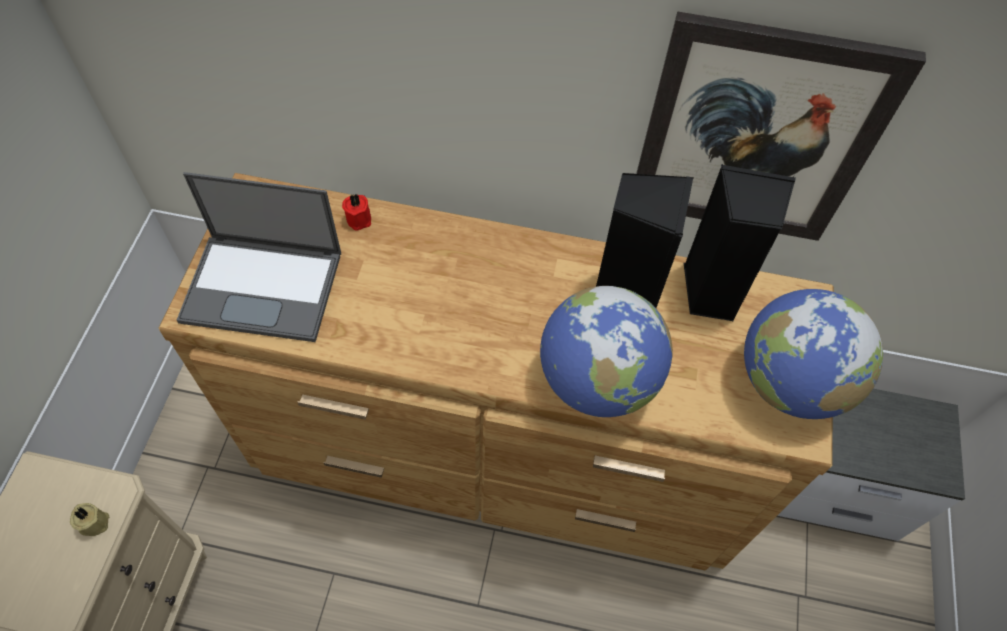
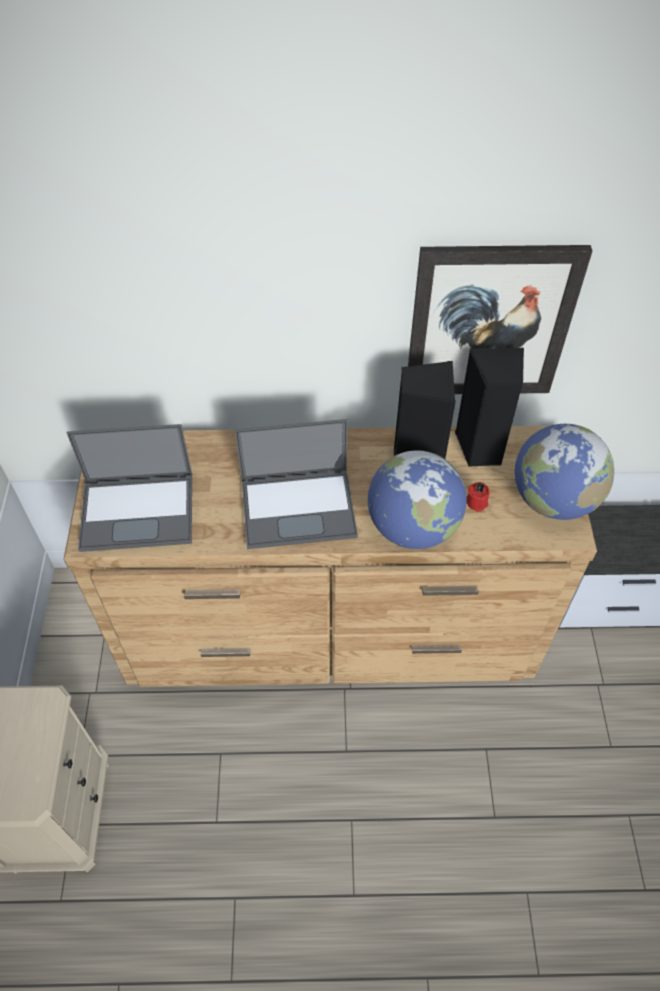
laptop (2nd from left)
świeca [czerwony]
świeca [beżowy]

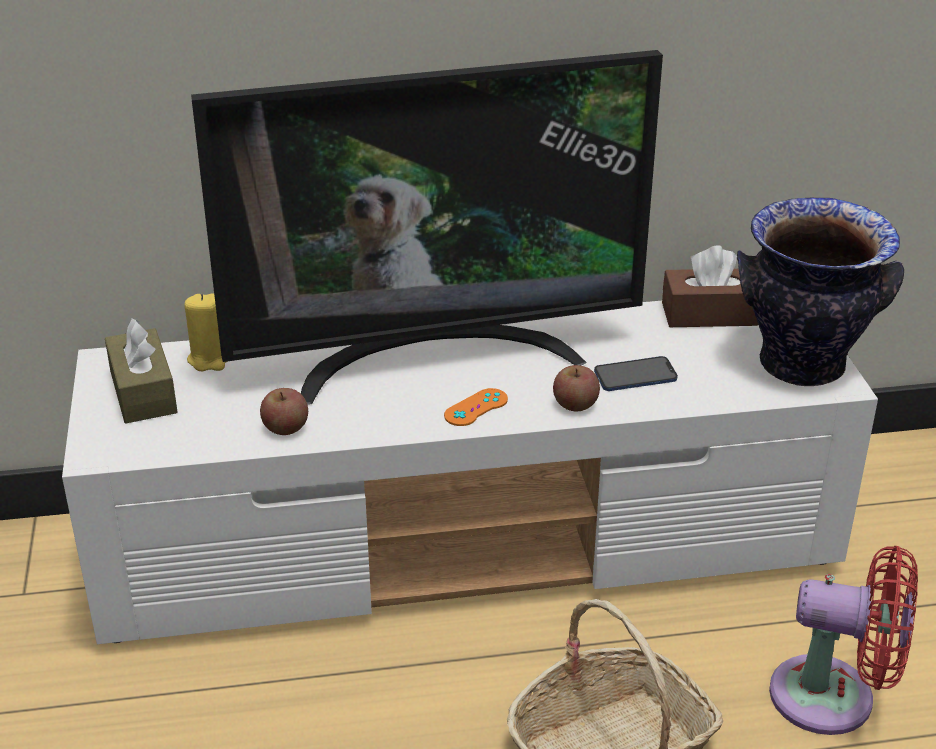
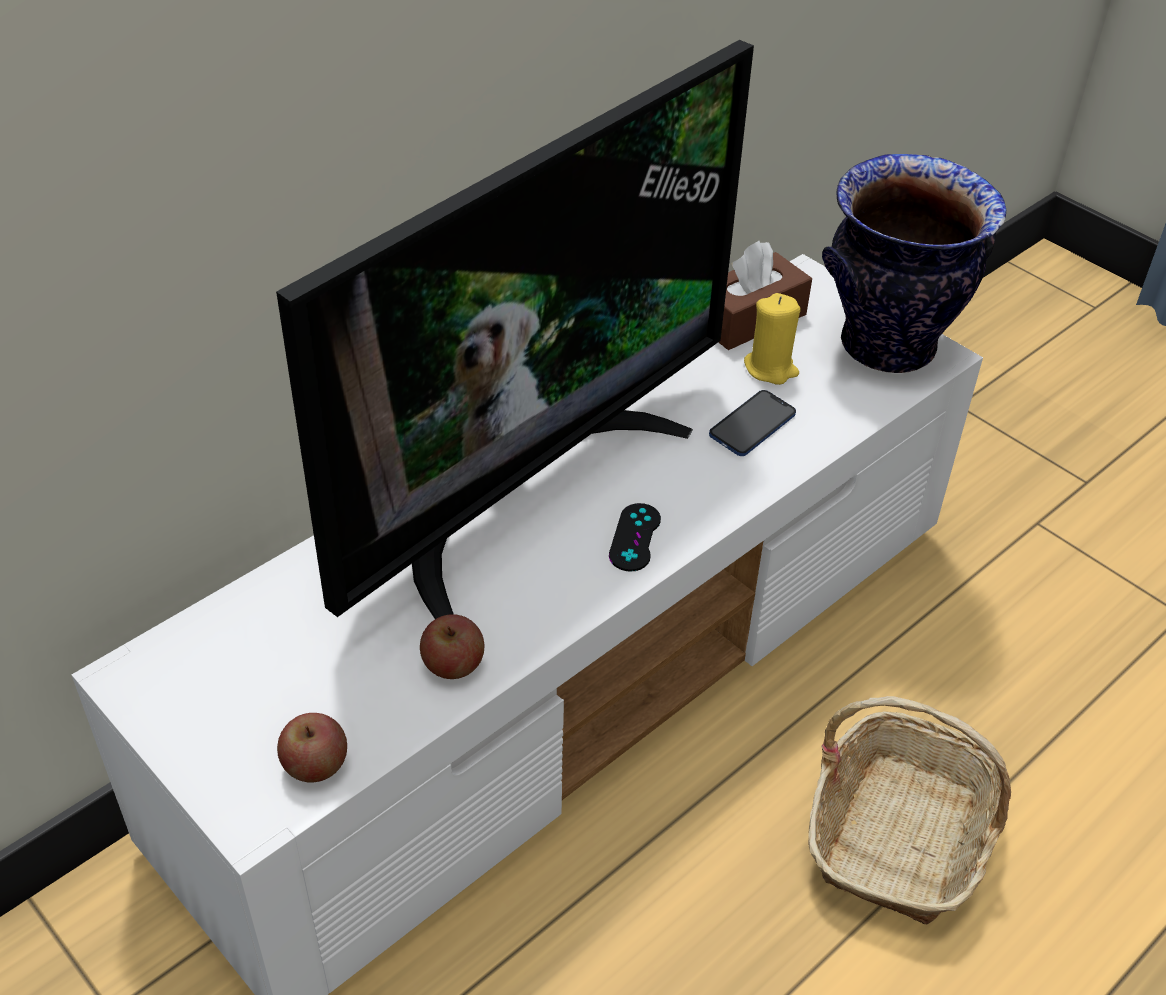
jabłko (1st from left)
pad do gier [czarny]
świeca [żółty]
pudełko chusteczek [brązowy] (1st from left in the first image)
wentylator [czerwony]

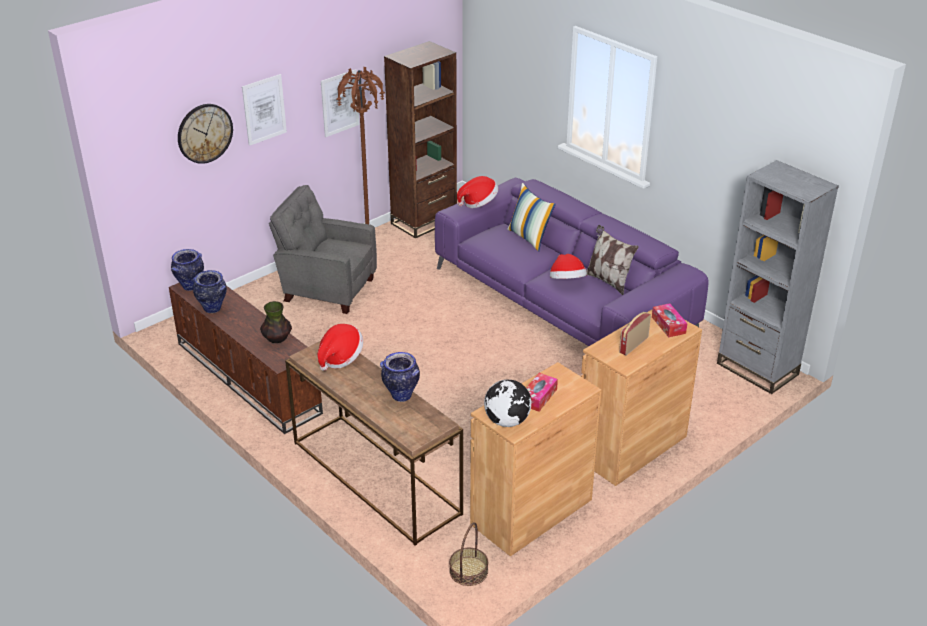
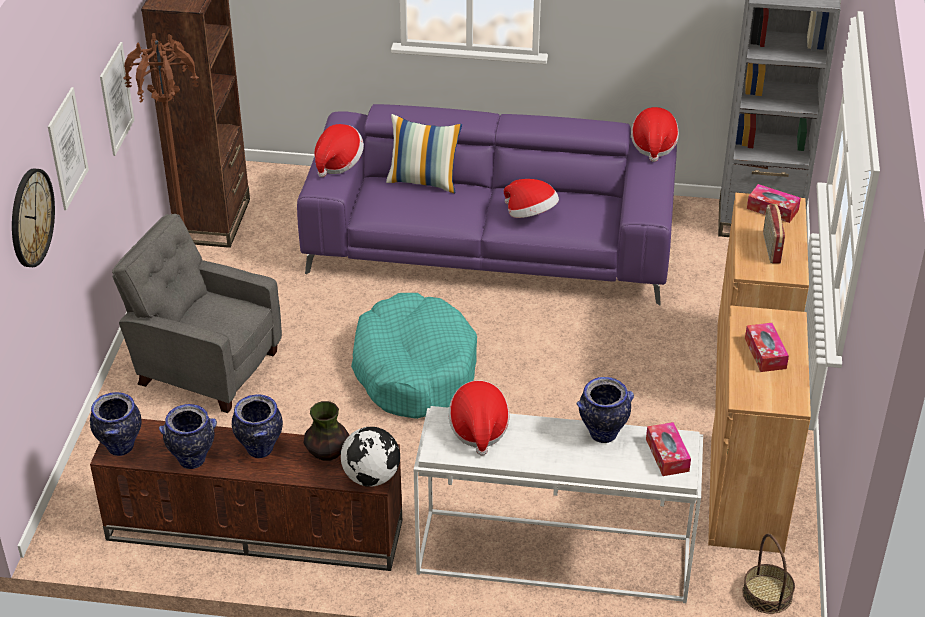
fotel [szary]
wazon (3rd from left)
globus
legowisko [turkusowy]
stolik konsolowy [biały]
kapelusz (4th from left)
pudełko chusteczek (1st from left)
poduszka (2nd from left in the first image)

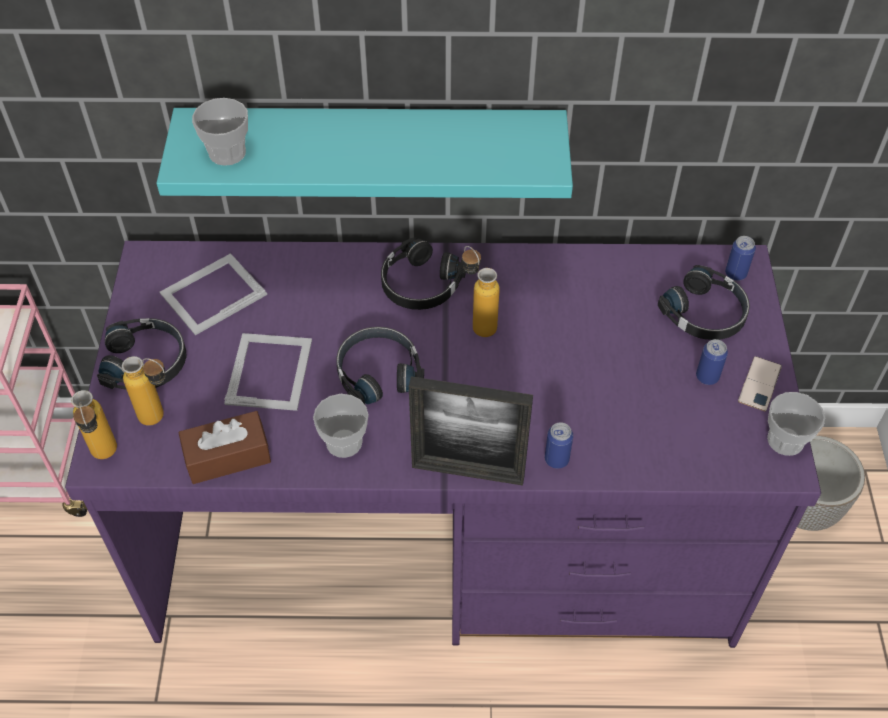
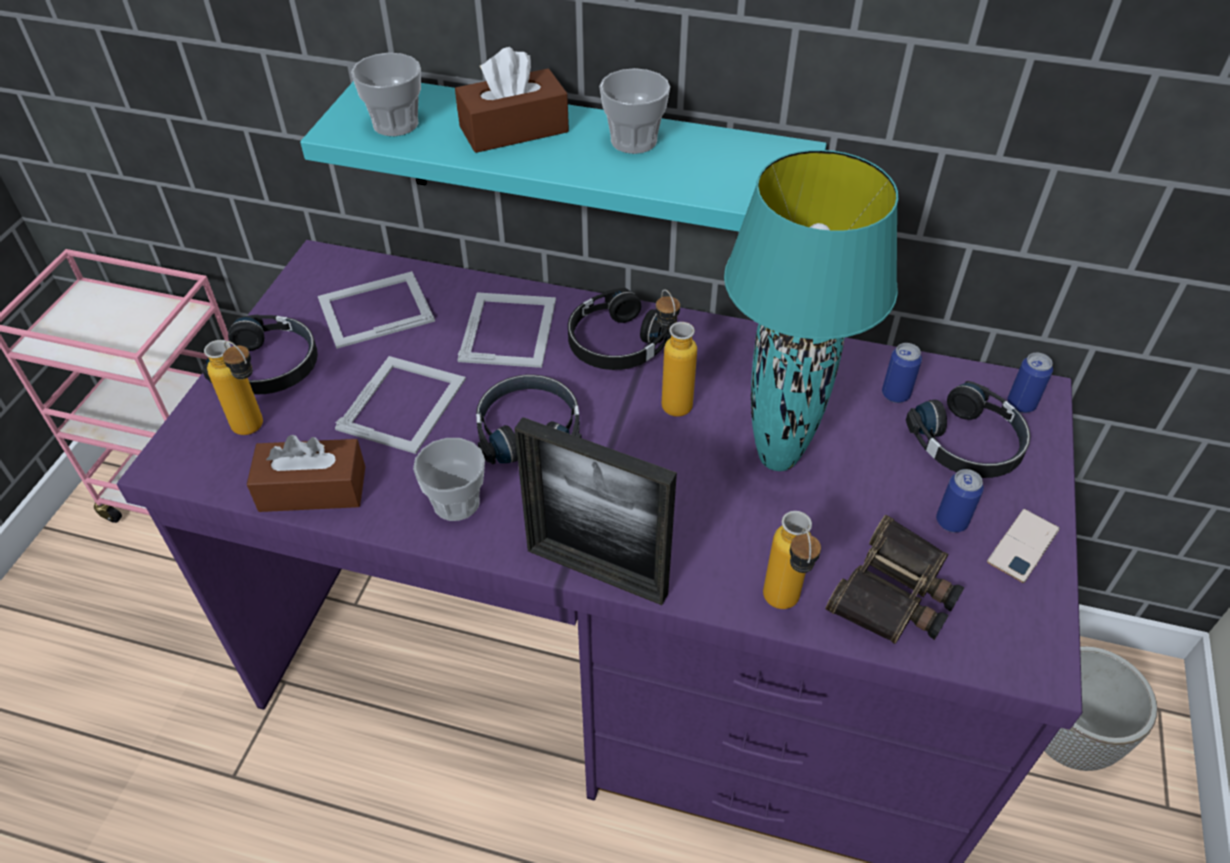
pudełko chusteczek [brązowy] (2nd from left)
ramka na zdjęcie (3rd from left)
filiżanka (3rd from left)
lampa stołowa [turkusowy]
butelka (3rd from left)
lornetka
puszka (1st from left)

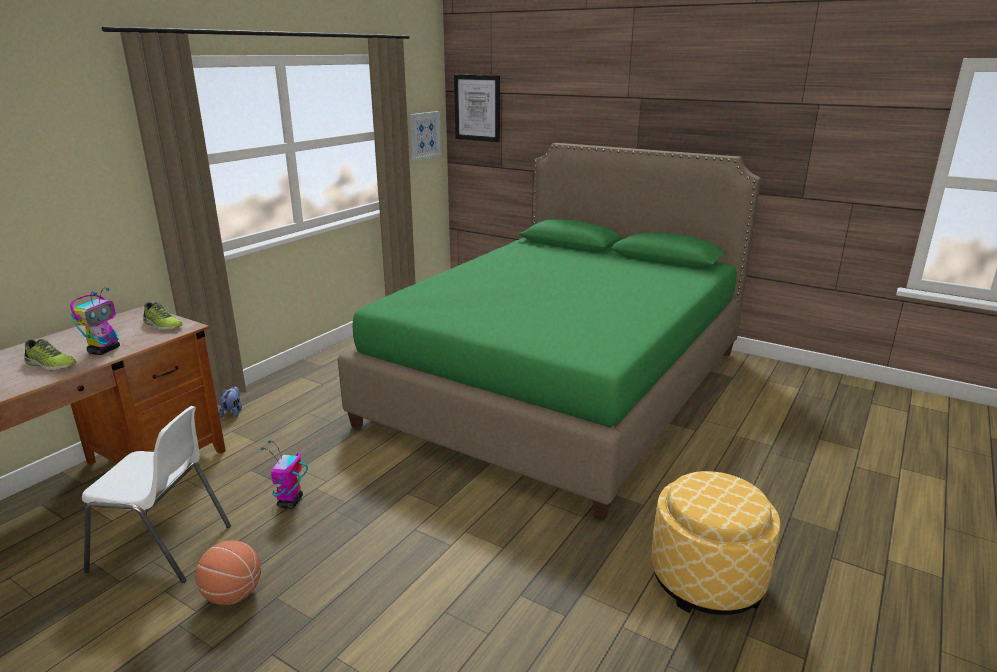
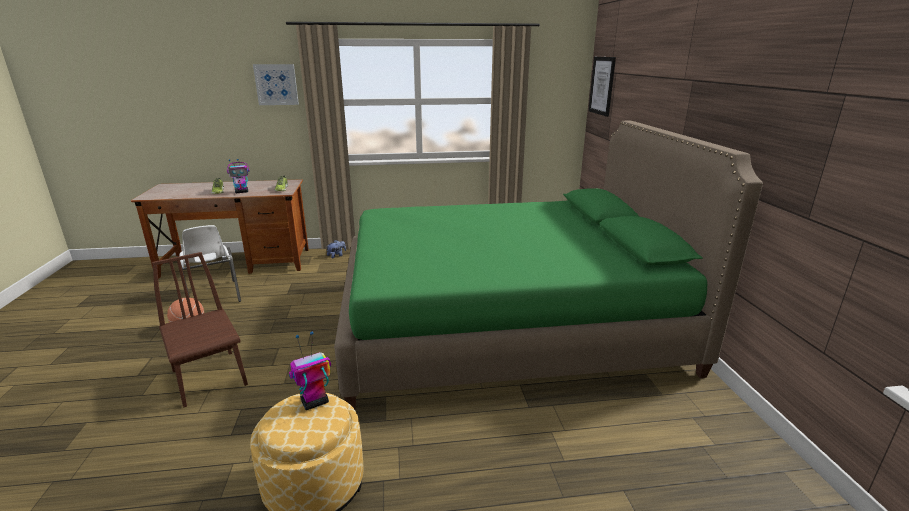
krzesło [brązowy]
obraz (1st from left)
robot zabawkowy (2nd from left)

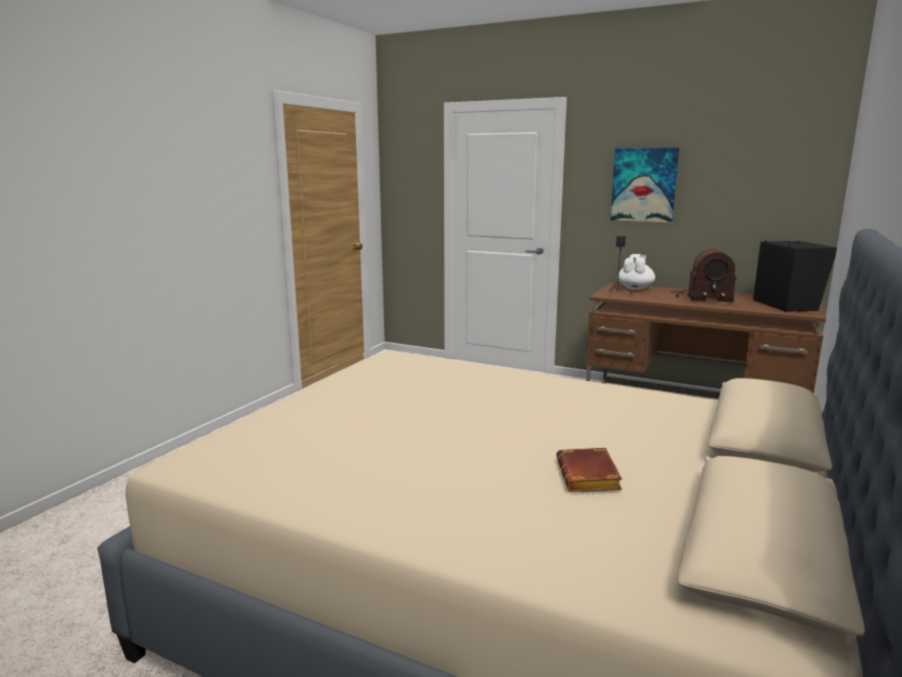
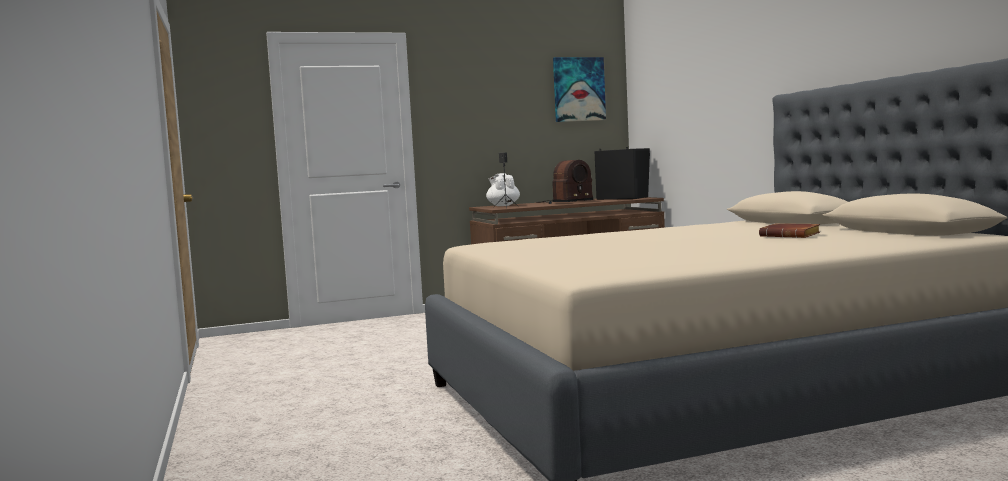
obraz

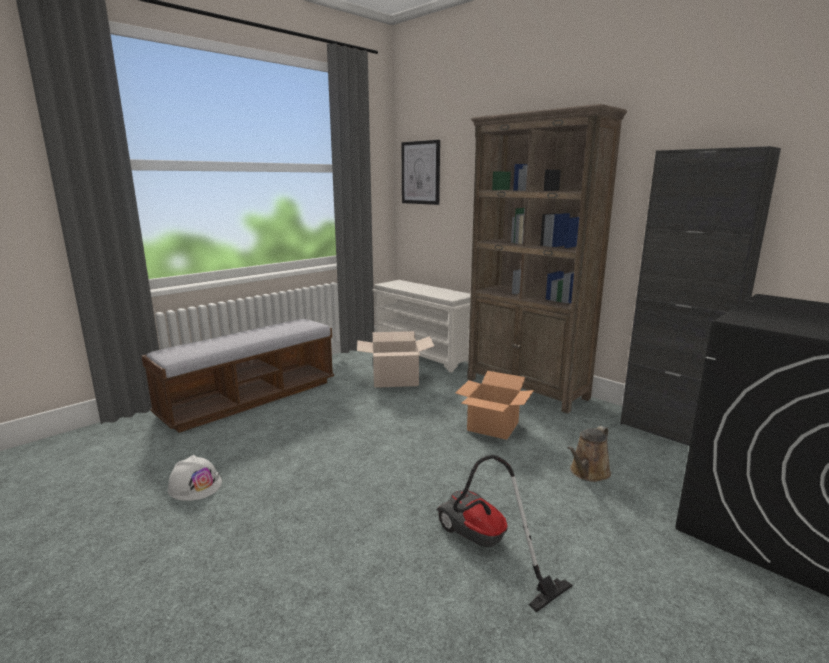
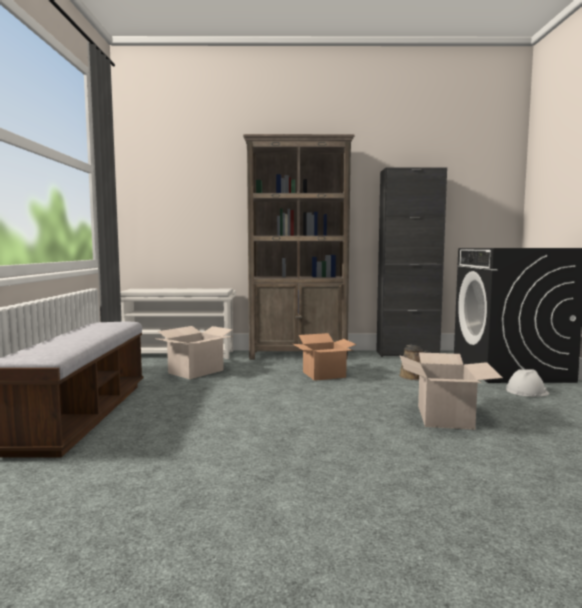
karton (3rd from left)
kask [biały]
obraz

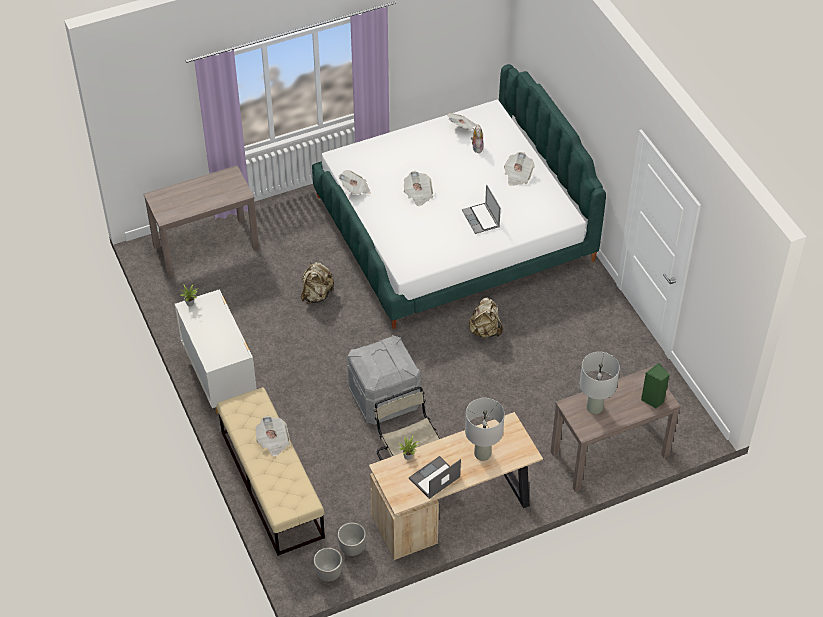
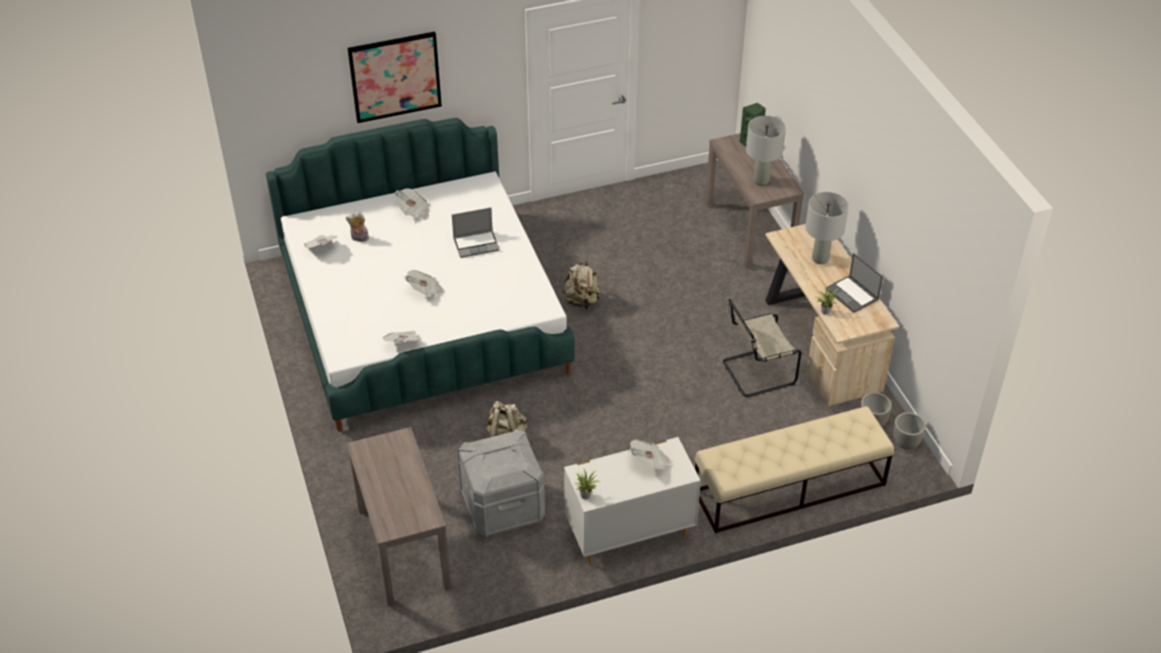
obraz
pojemnik do przechowywania [szary]
gazeta (5th from left)

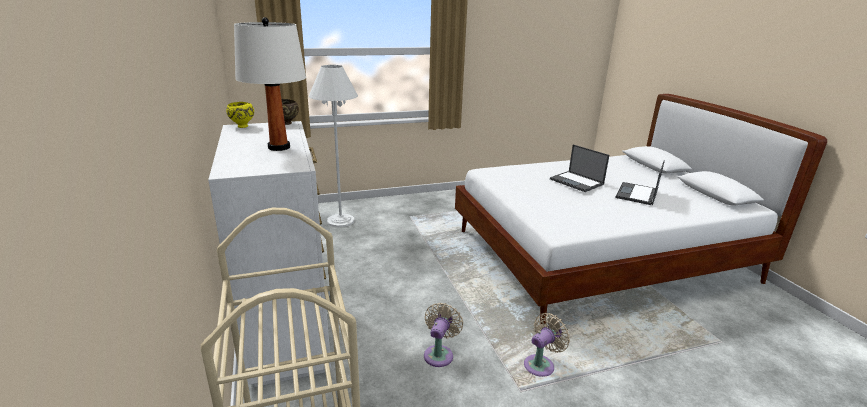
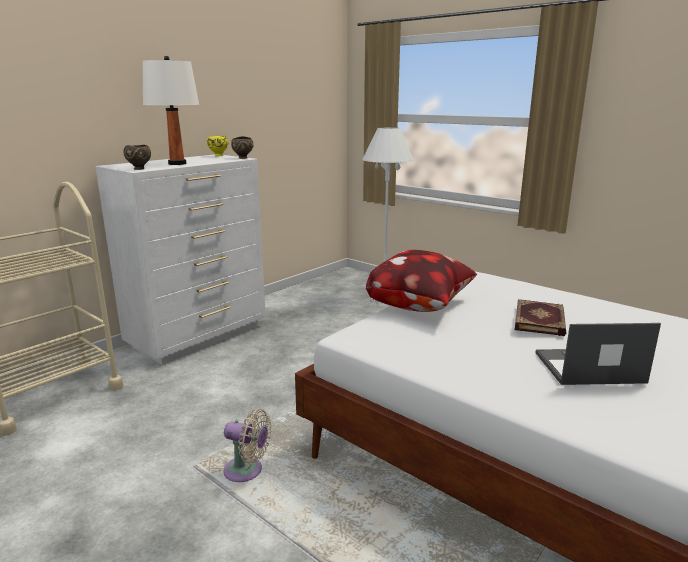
miska [brązowy] (1st from left)
poduszka
książka
wentylator [beżowy] (1st from left in the first image)

